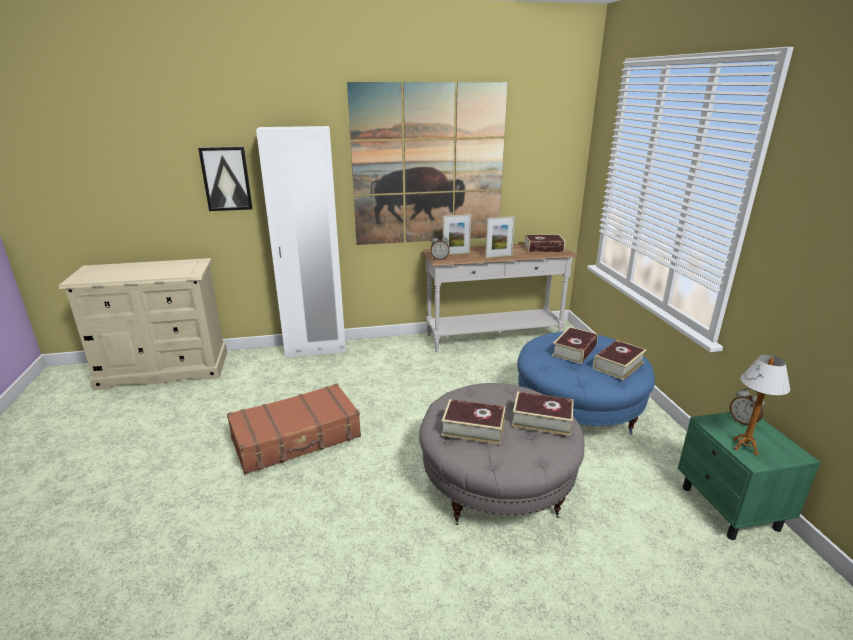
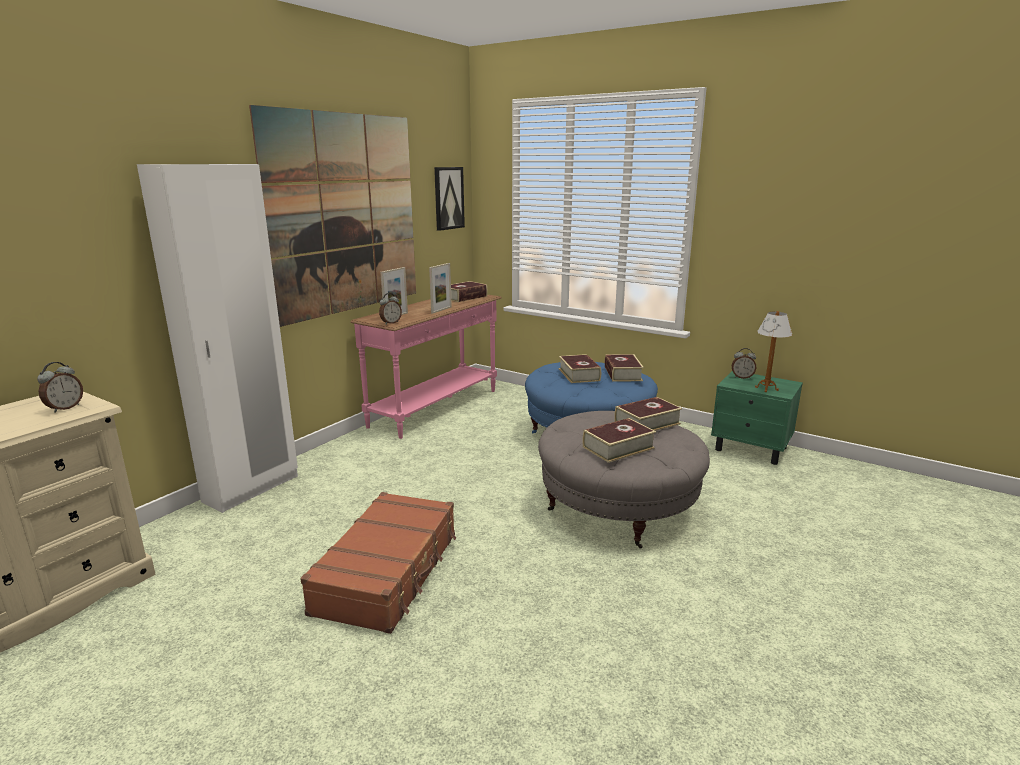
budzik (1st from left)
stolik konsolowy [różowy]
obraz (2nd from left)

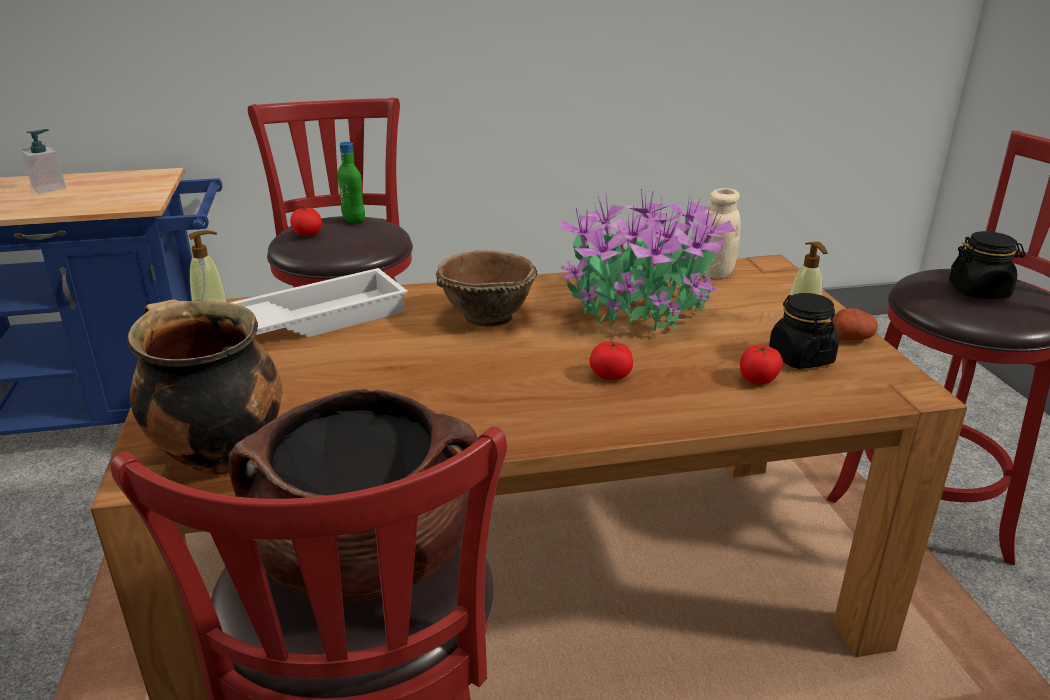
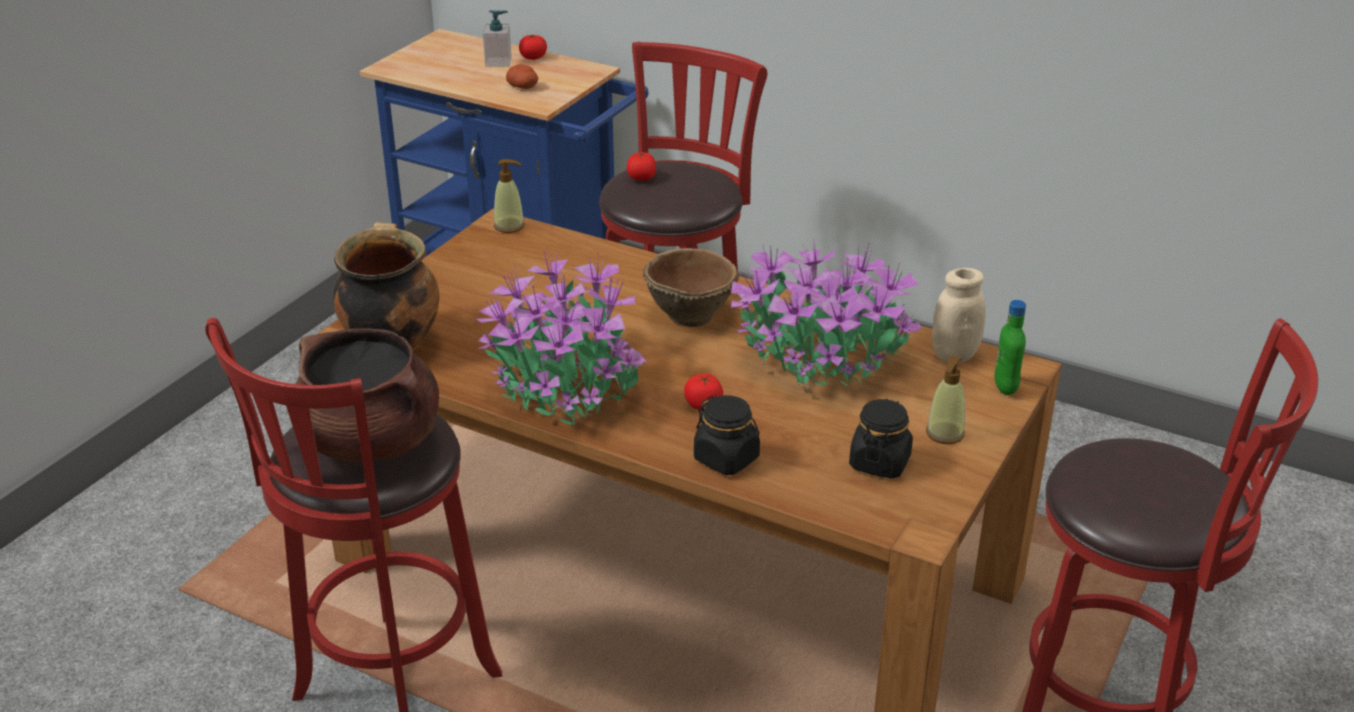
roślina doniczkowa (1st from left)
ziemniak
pomidor (1st from left)
słoik [czarny] (1st from left)
butelka [zielony]
taca [biały]

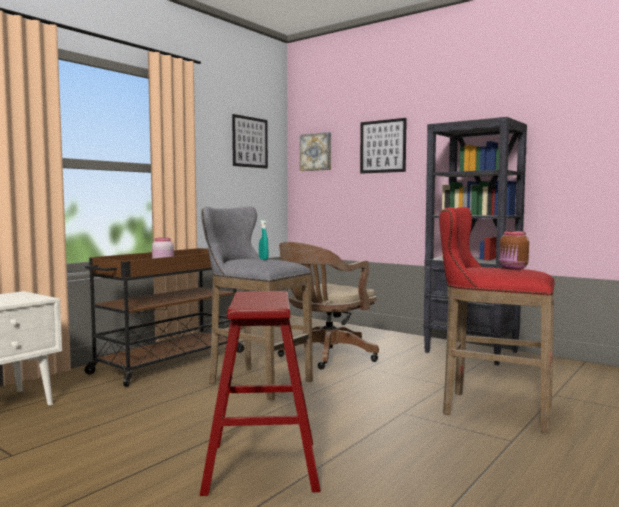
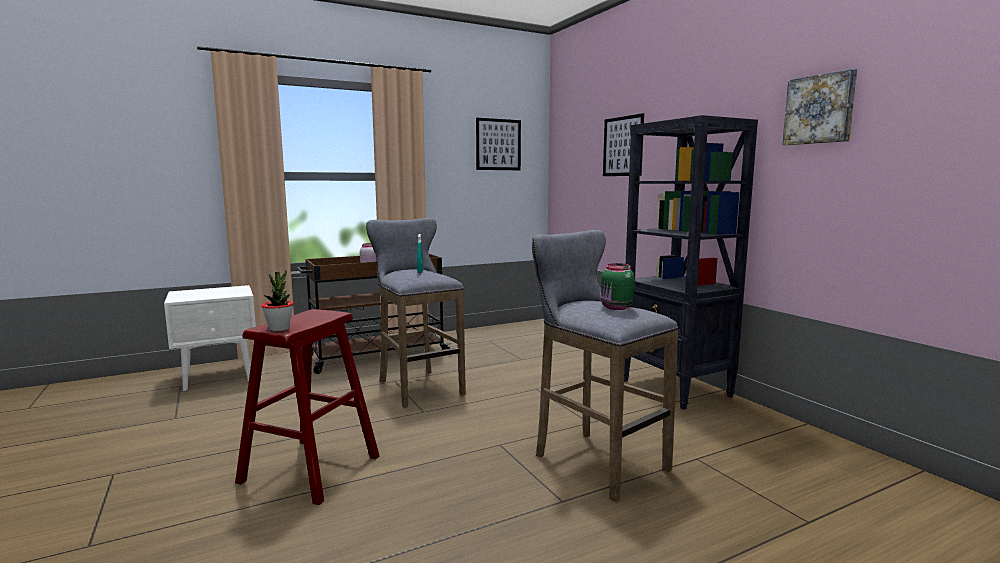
roślina doniczkowa
stołek [szary] (2nd from left)
słoik [zielony]
obraz (3rd from left)
krzesło biurowe [brązowy]

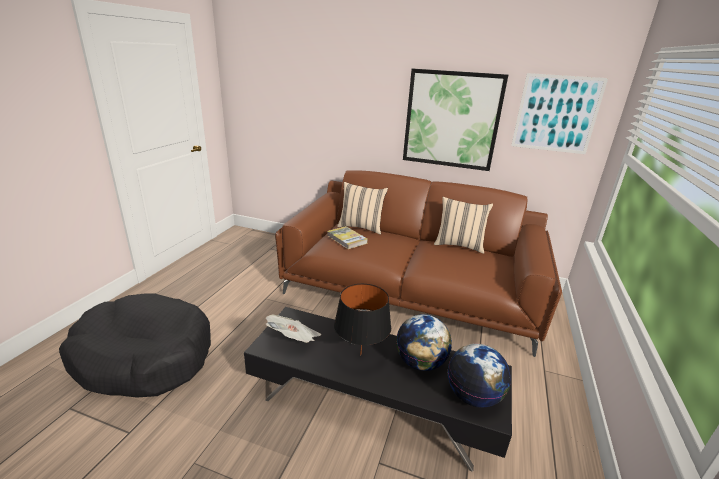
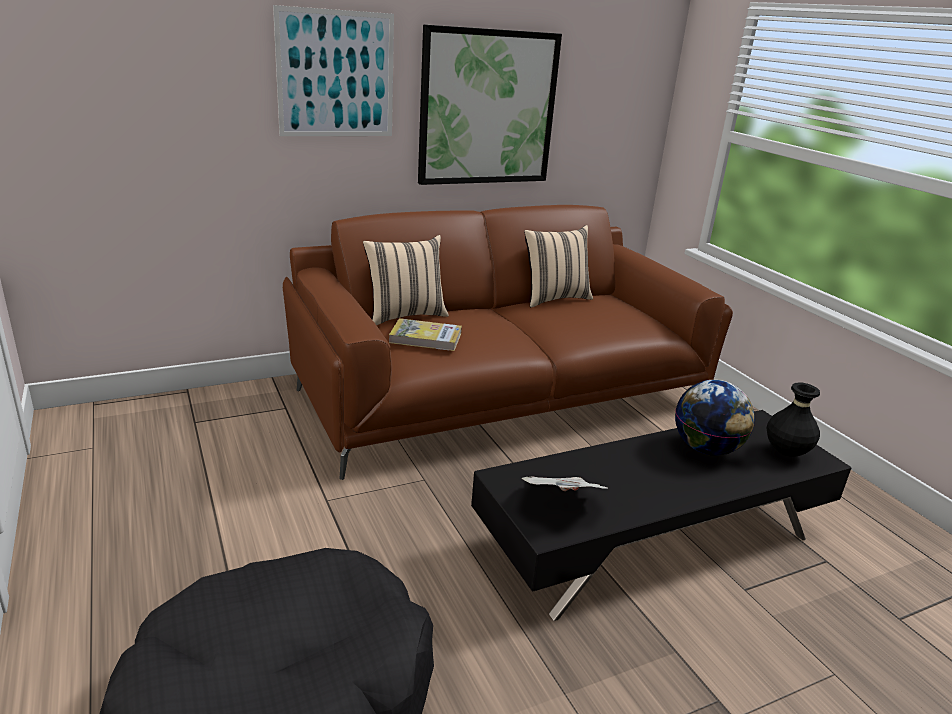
obraz (1st from left)
wazon [czarny]
lampa stołowa [czarny]

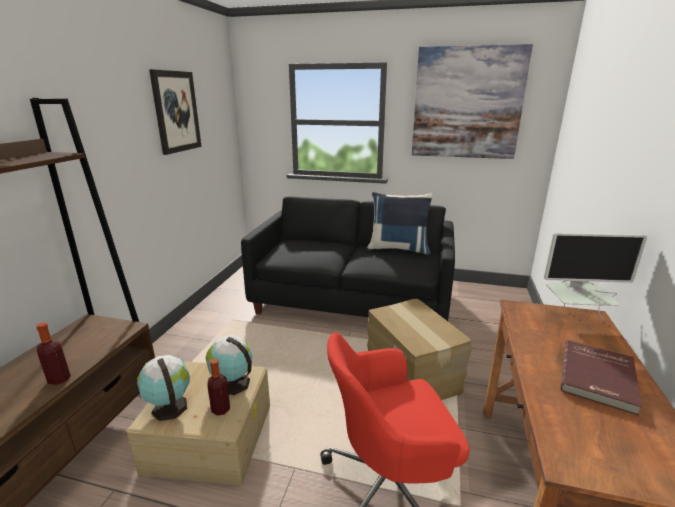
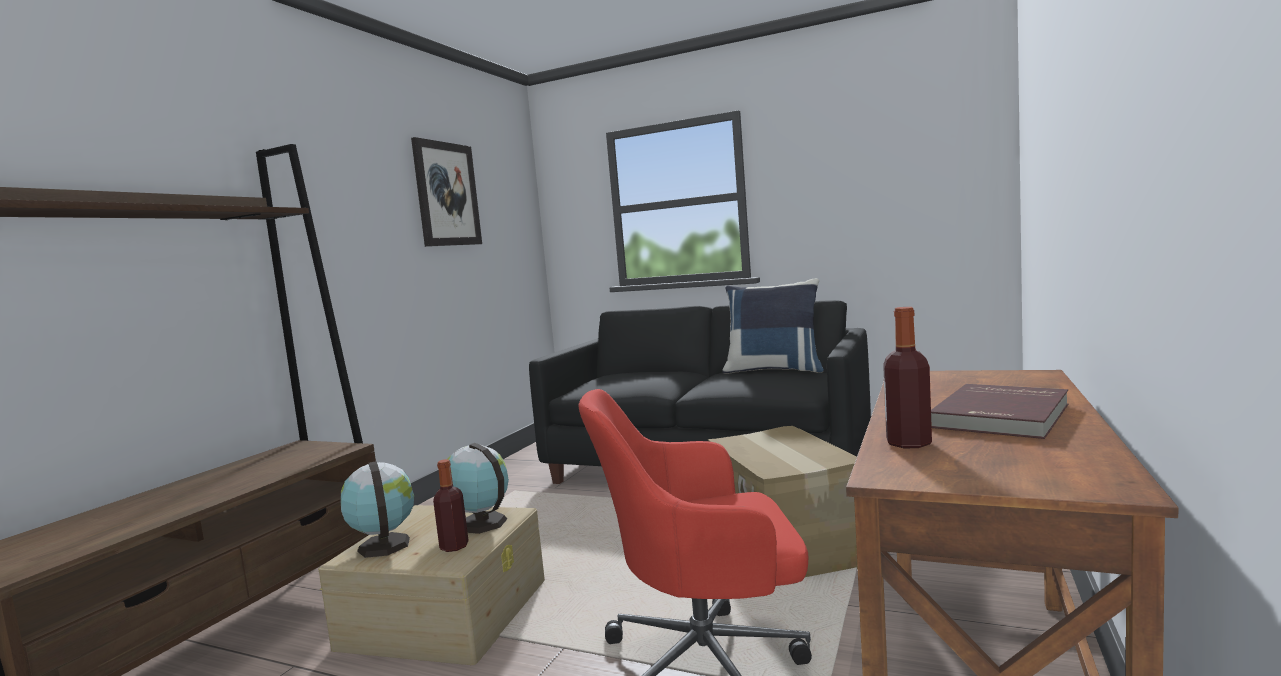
butelka (2nd from left)
obraz (2nd from left in the first image)
monitor

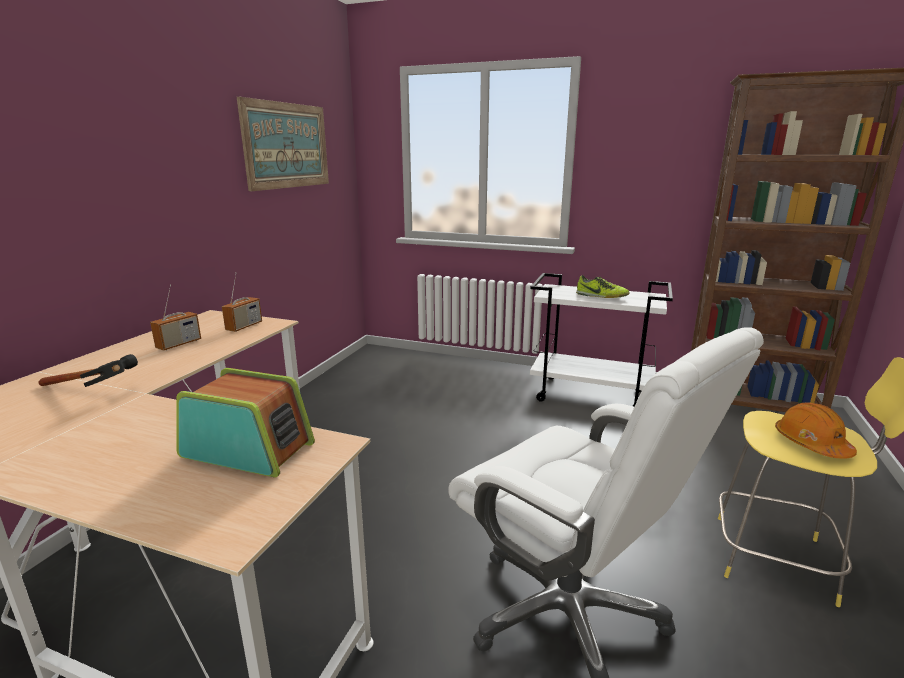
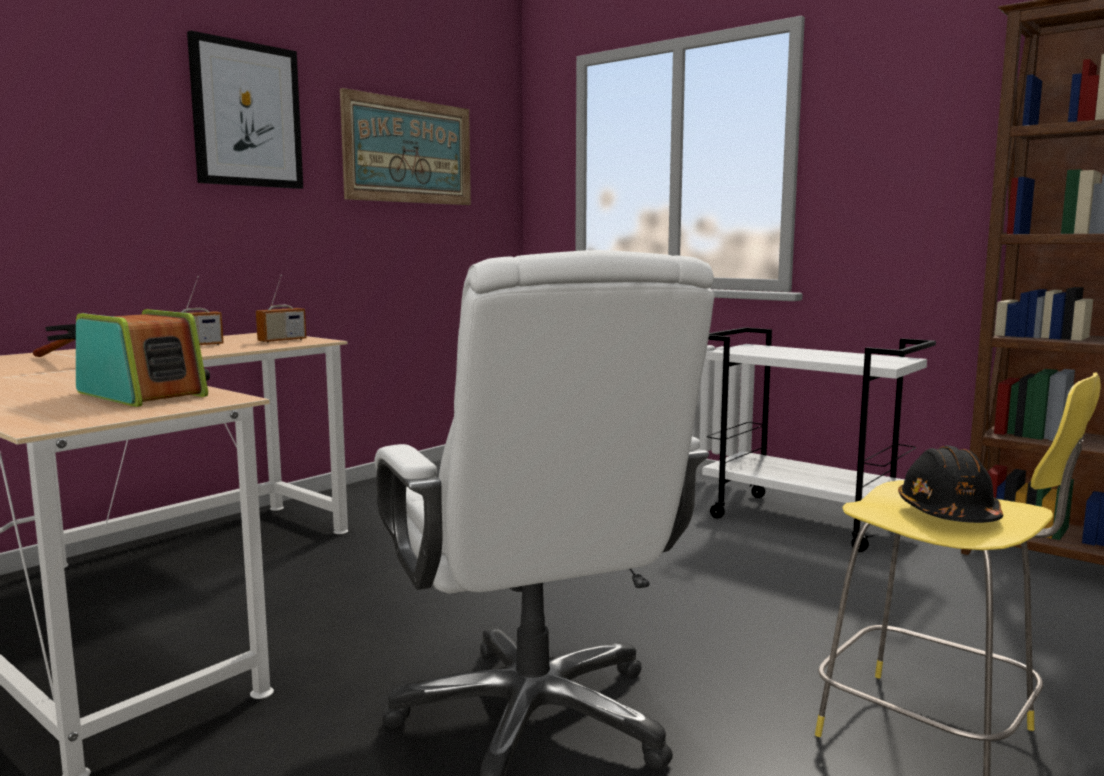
obraz (1st from left)
kask [czarny]
but

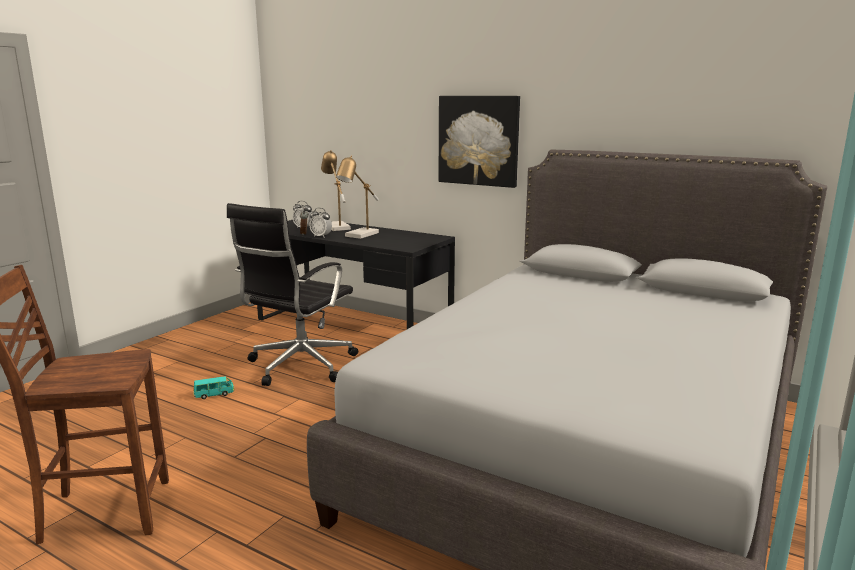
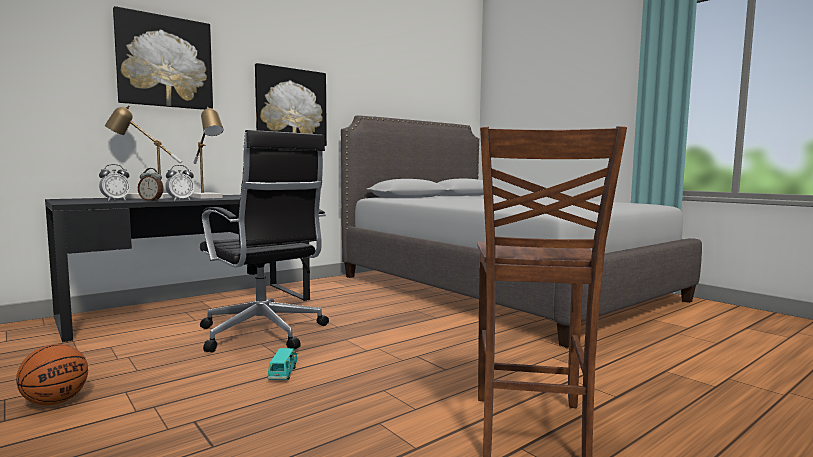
piłka do koszykówki
obraz (1st from left)

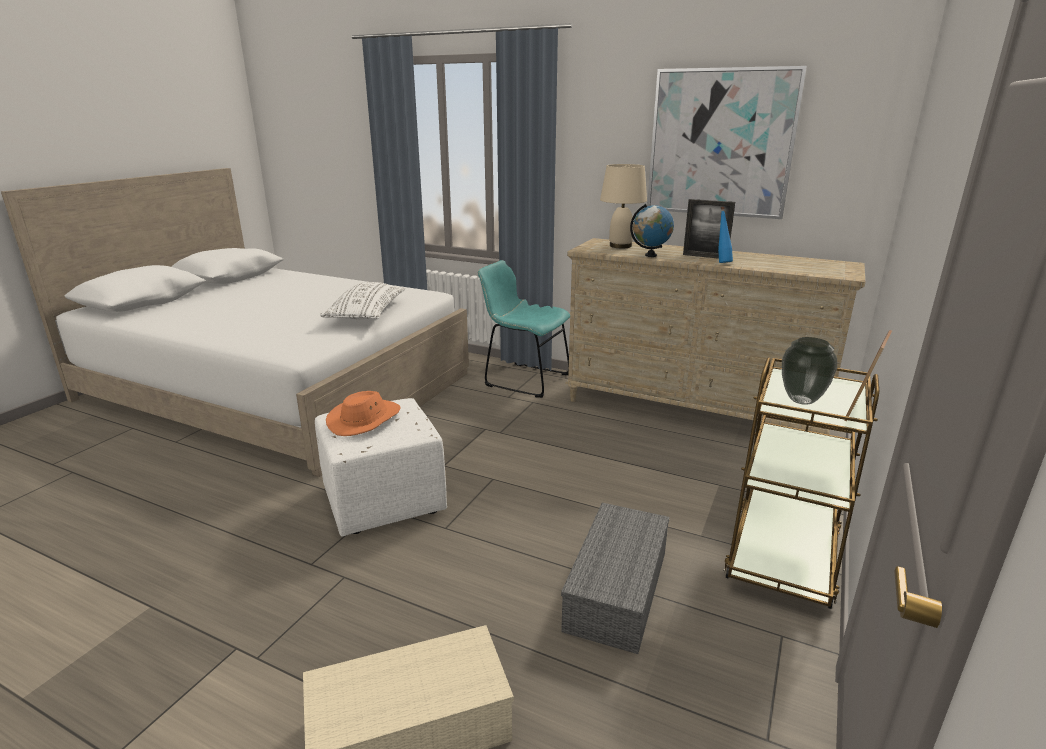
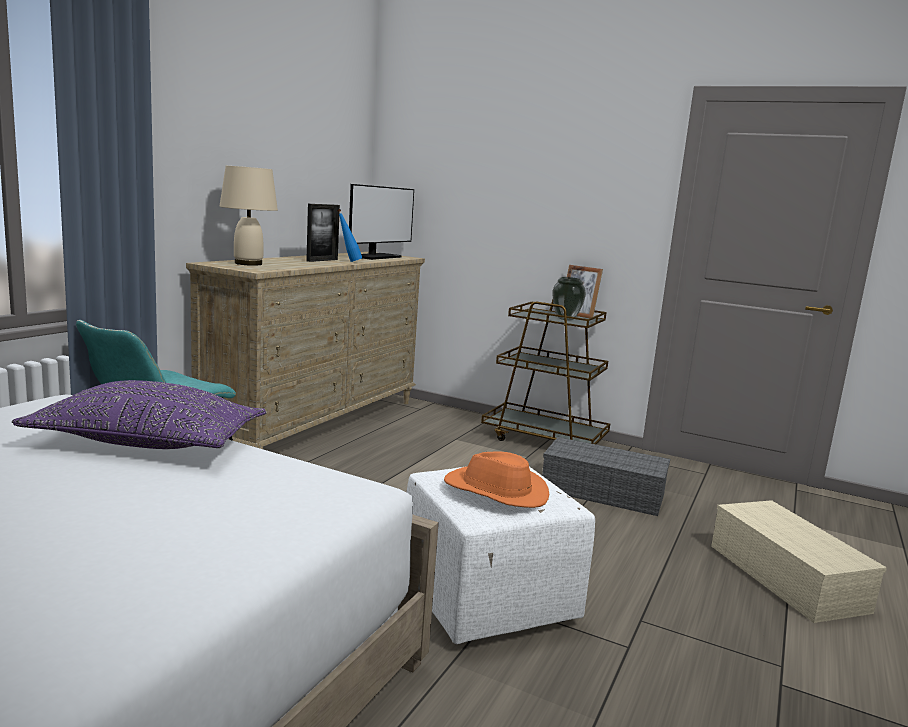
poduszka [fioletowy]
monitor
globus
obraz

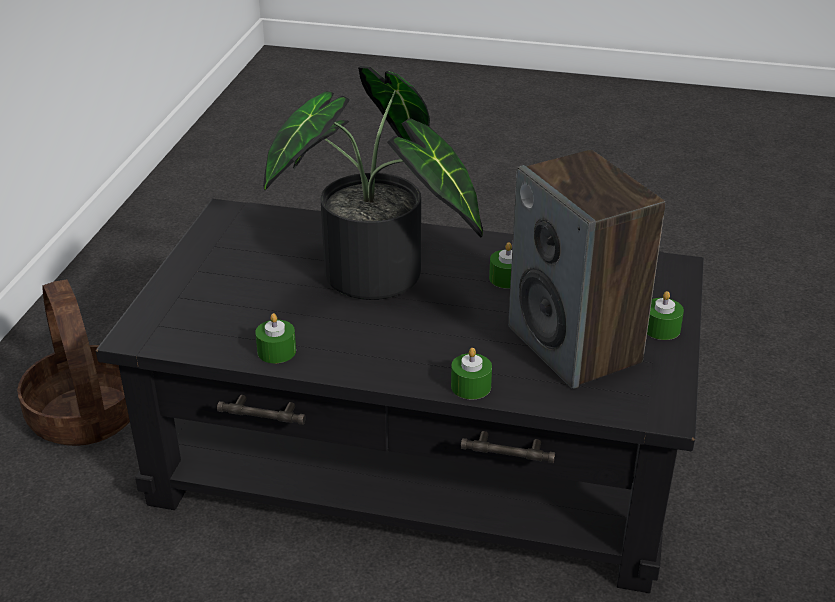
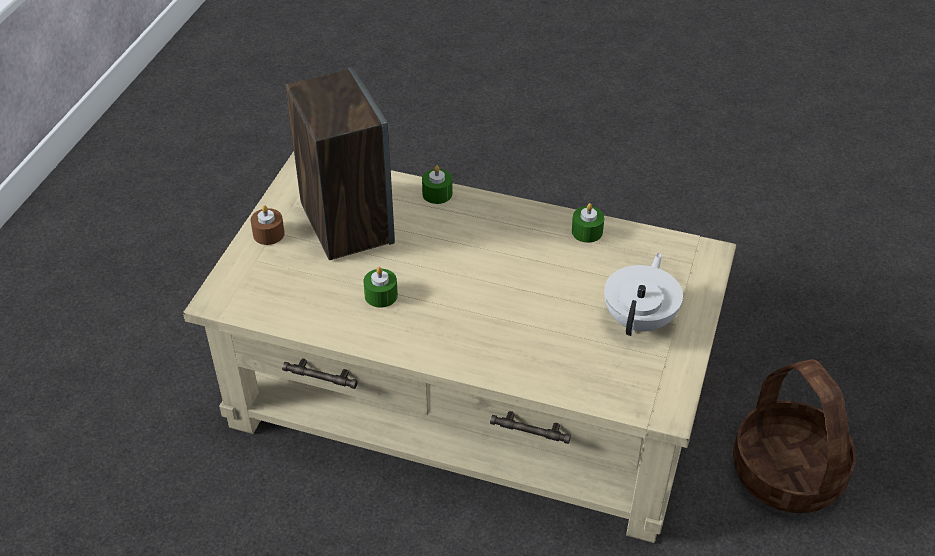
ława [beżowy]
świeca [brązowy]
imbryk [biały]
roślina doniczkowa

